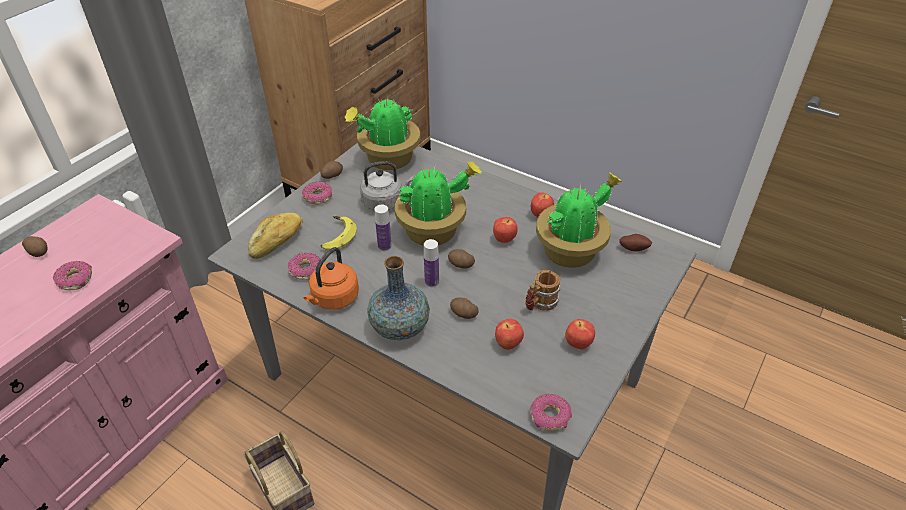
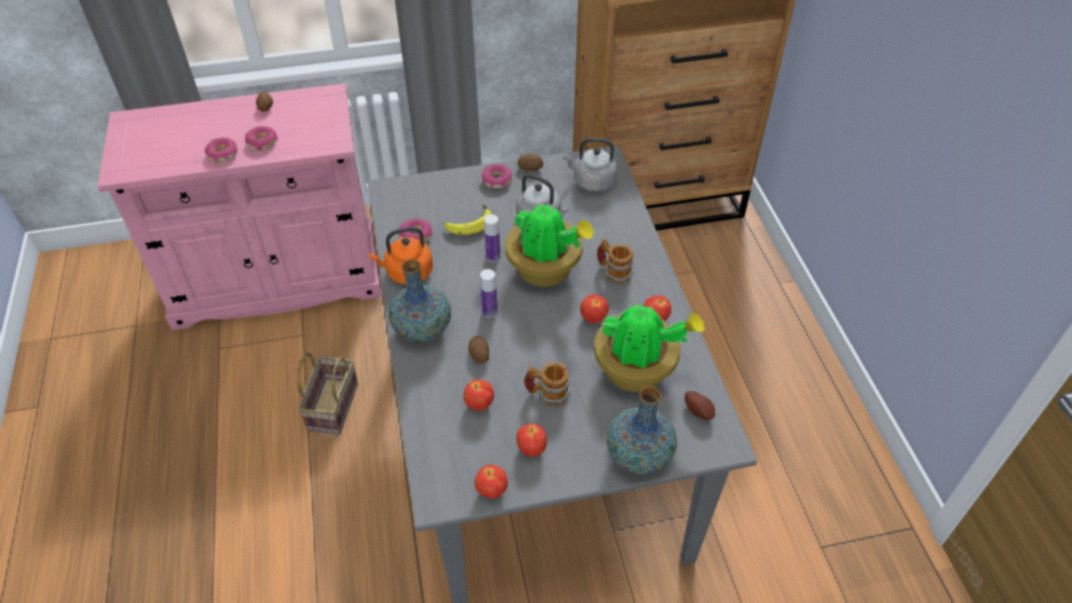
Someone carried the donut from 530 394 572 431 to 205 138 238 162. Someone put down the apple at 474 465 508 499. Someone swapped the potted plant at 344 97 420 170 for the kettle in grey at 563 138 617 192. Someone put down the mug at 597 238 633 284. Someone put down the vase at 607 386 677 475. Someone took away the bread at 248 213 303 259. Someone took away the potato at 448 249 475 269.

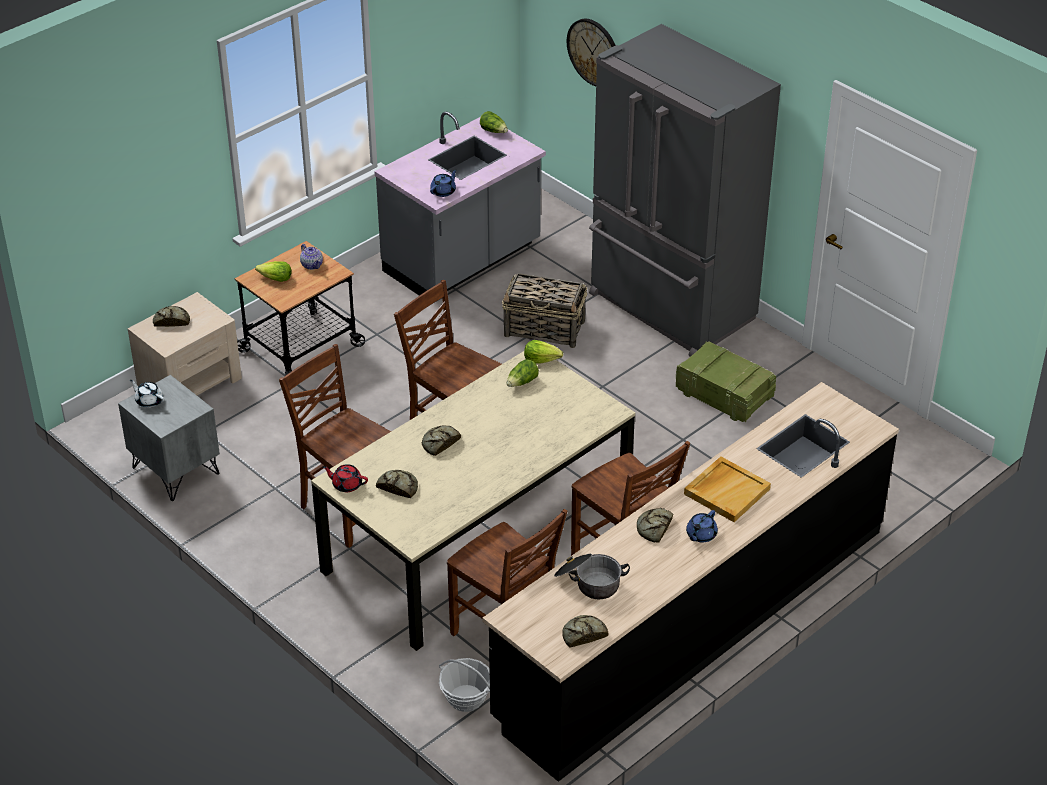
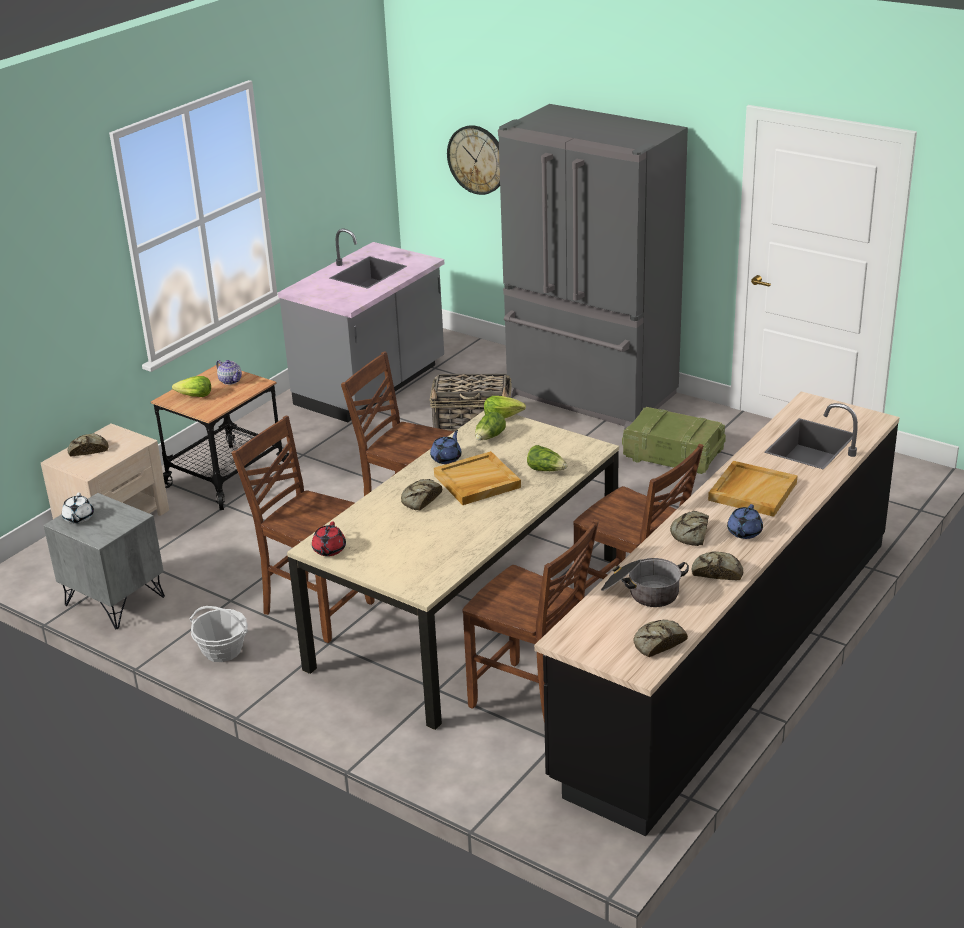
Someone rotated the teapot in white at 130 380 164 408 by 120 degrees counterclockwise. Someone carried the basket from 439 658 490 712 to 190 606 248 662. Someone rotated the teapot in red at 323 464 368 492 by 90 degrees counterclockwise. Someone carried the teapot in blue from 430 169 457 197 to 430 430 462 464. Someone put down the tray in beige at 434 451 521 505. Someone carried the lettuce from 480 111 508 133 to 527 445 567 471. Someone carried the bread from 376 470 418 498 to 692 552 743 580.

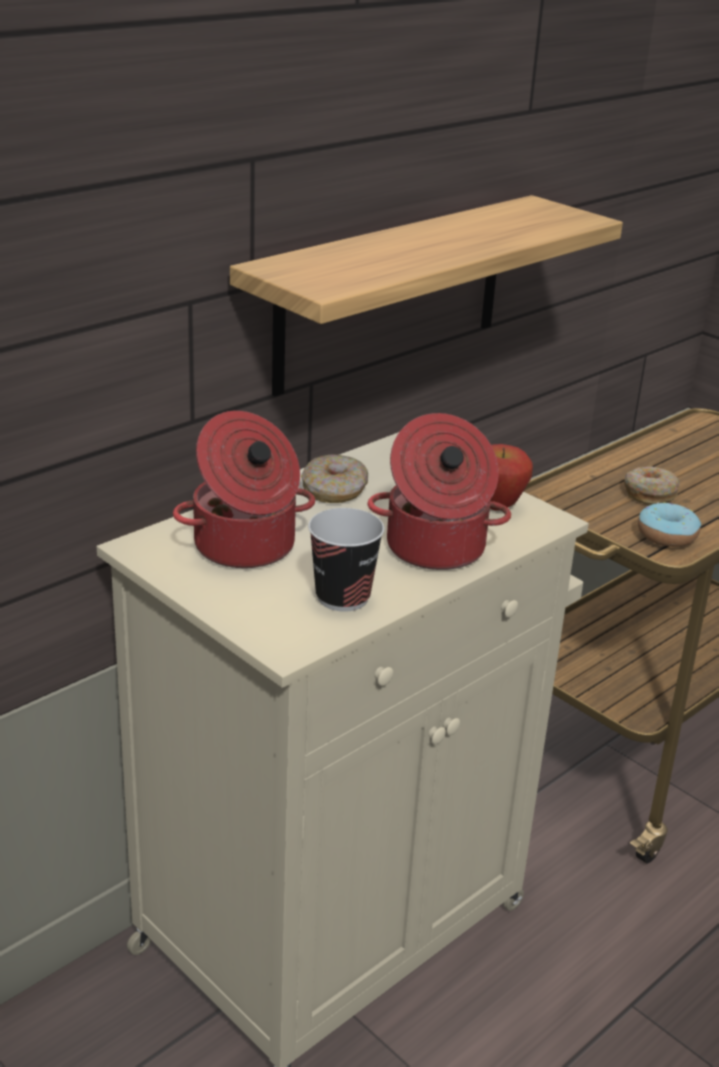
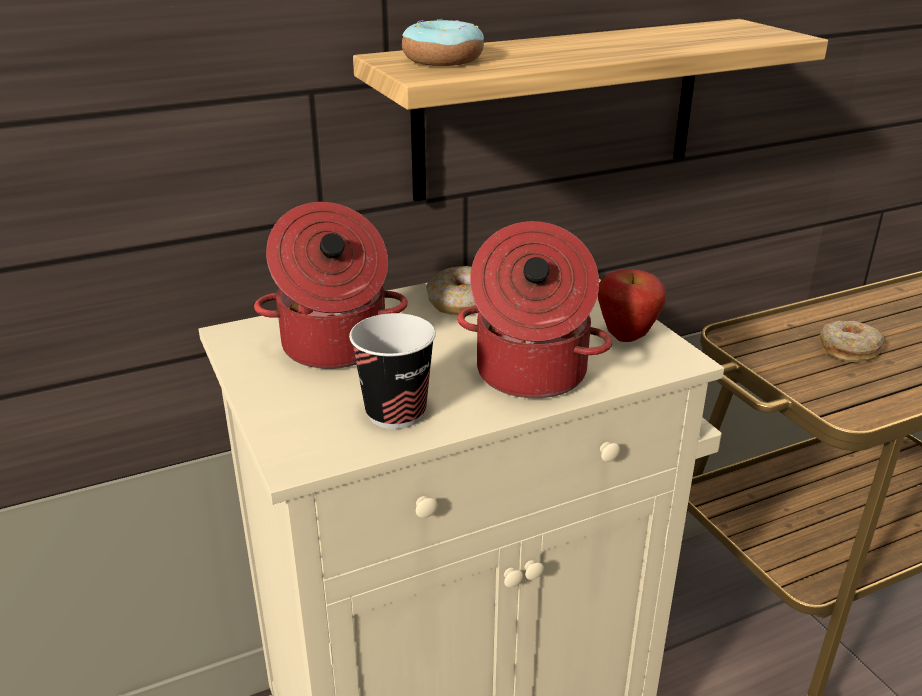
Someone carried the donut from 638 502 701 547 to 402 19 484 66.

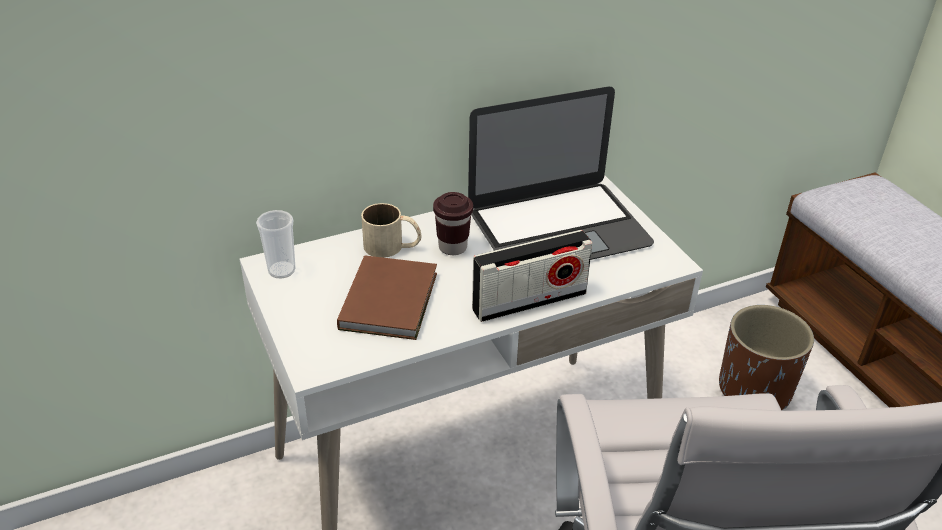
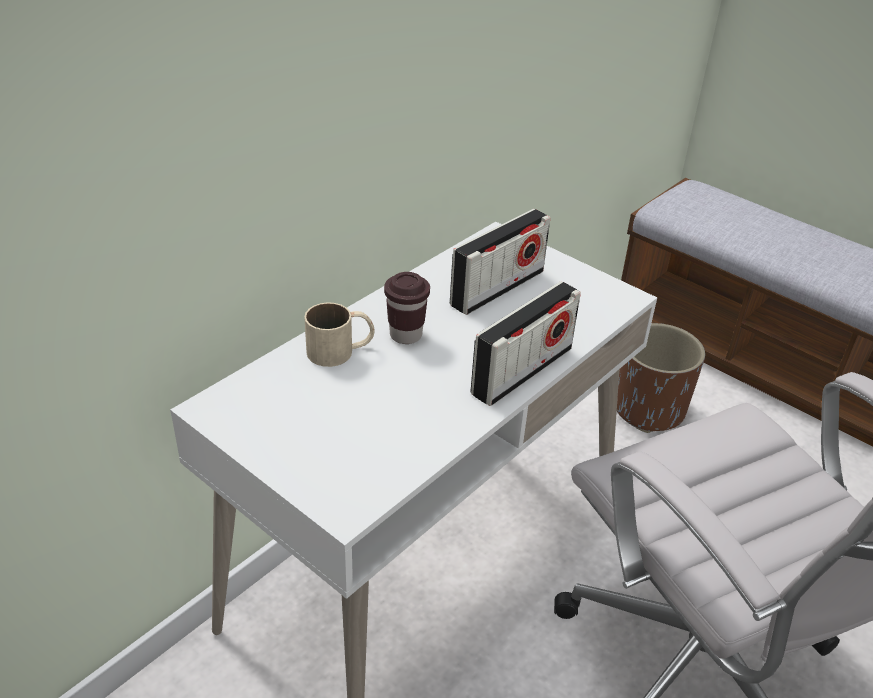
Someone swapped the laptop at 468 87 654 260 for the radio at 450 209 550 315. Someone took away the cup at 256 210 296 278. Someone took away the book in brown at 337 255 437 340.

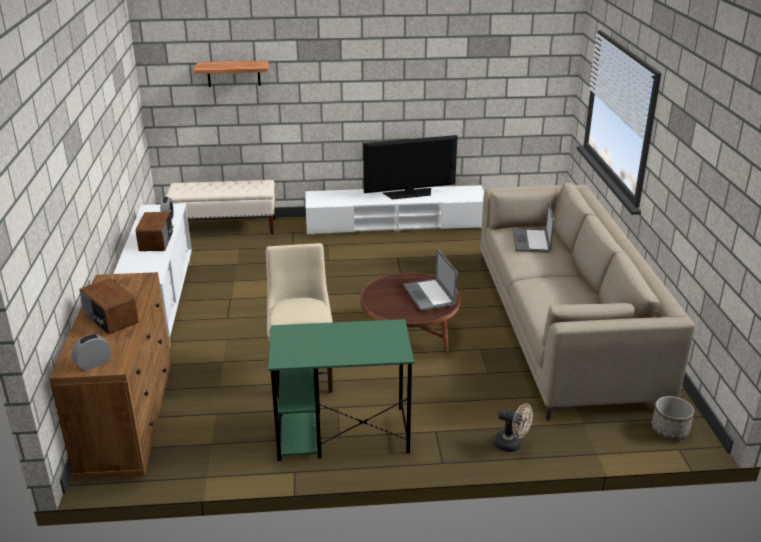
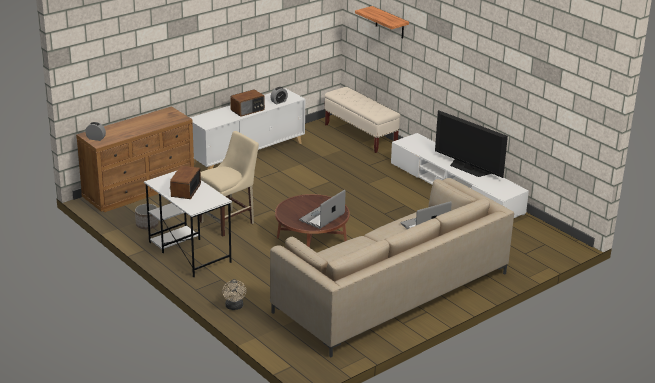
Someone carried the planter from 652 396 694 440 to 135 204 159 229. Someone repainted the desk in green at 268 319 414 461, which became the desk in white at 144 171 232 277. Someone carried the radio from 79 278 139 335 to 170 166 201 199.

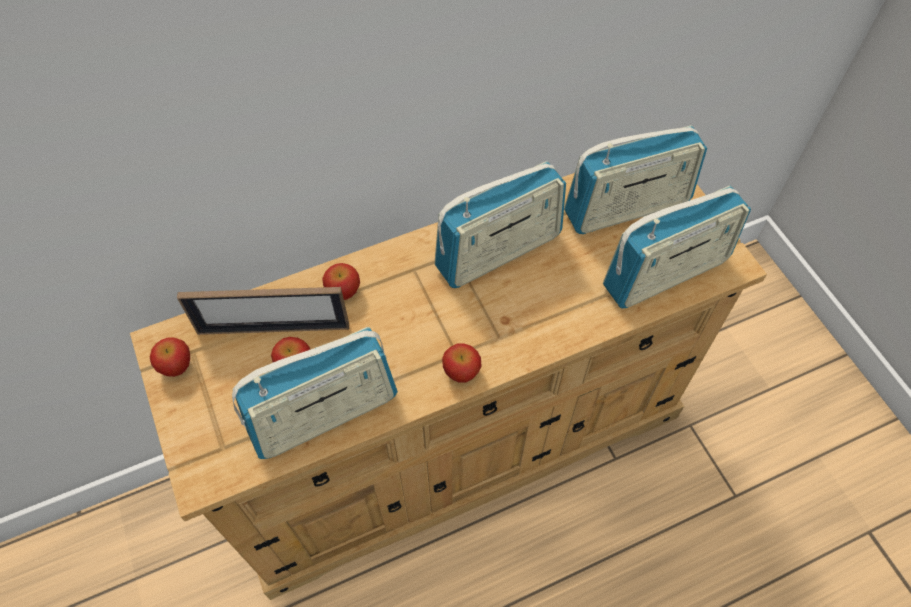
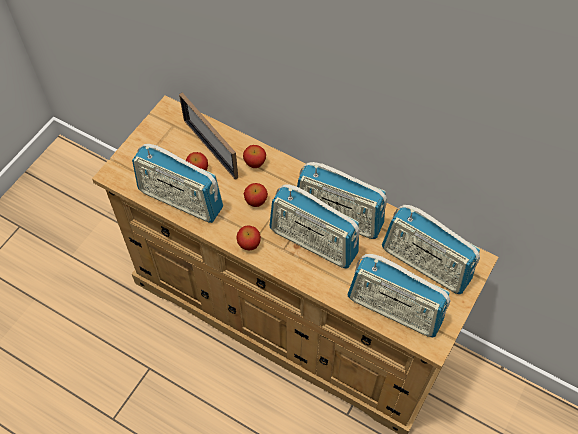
Someone carried the apple from 150 338 190 377 to 244 183 268 207. Someone put down the radio at 269 184 360 269.

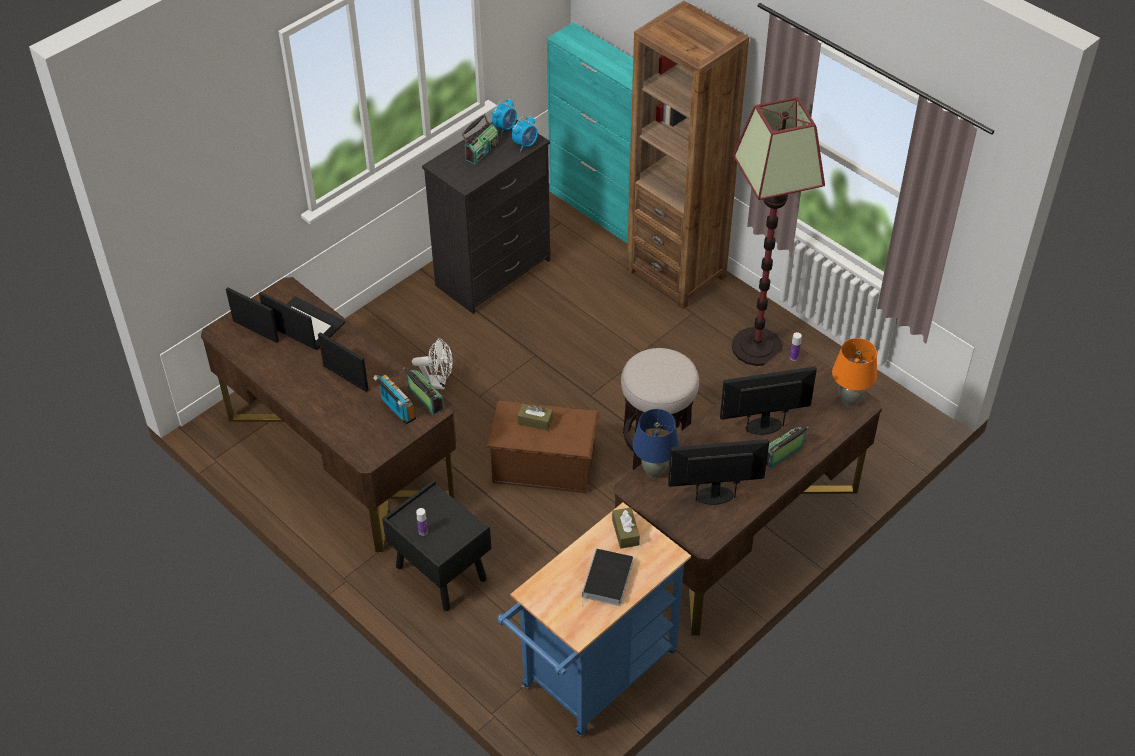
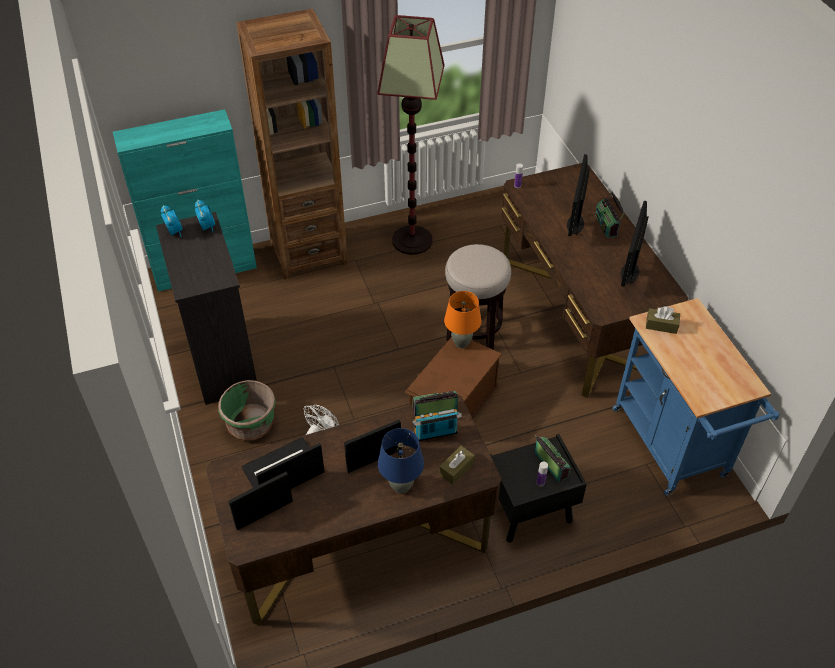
Someone put down the planter in green at 218 380 276 441. Someone carried the table lamp in blue from 633 409 679 478 to 378 428 424 494. Someone carried the tissue box in brown from 517 403 553 431 to 439 446 475 485. Someone carried the table lamp in orange from 832 338 877 406 to 444 291 481 348. Someone carried the radio from 462 114 498 164 to 535 435 571 482. Someone took away the book at 582 549 633 607.

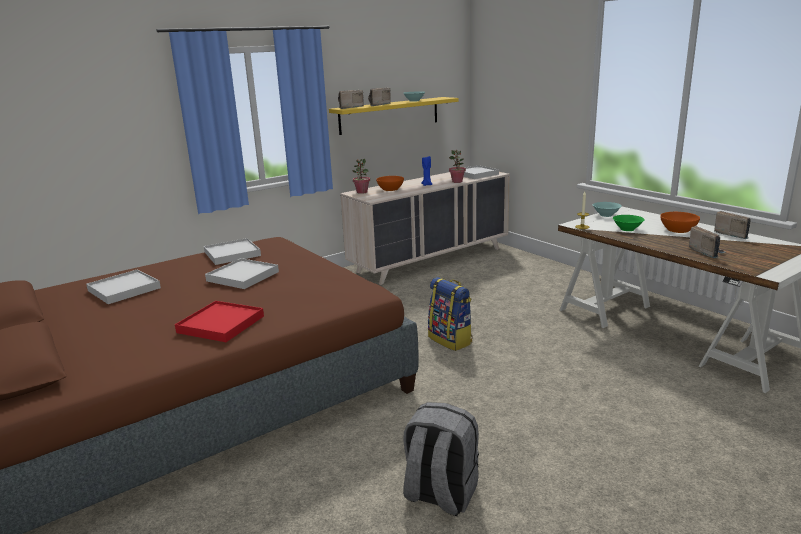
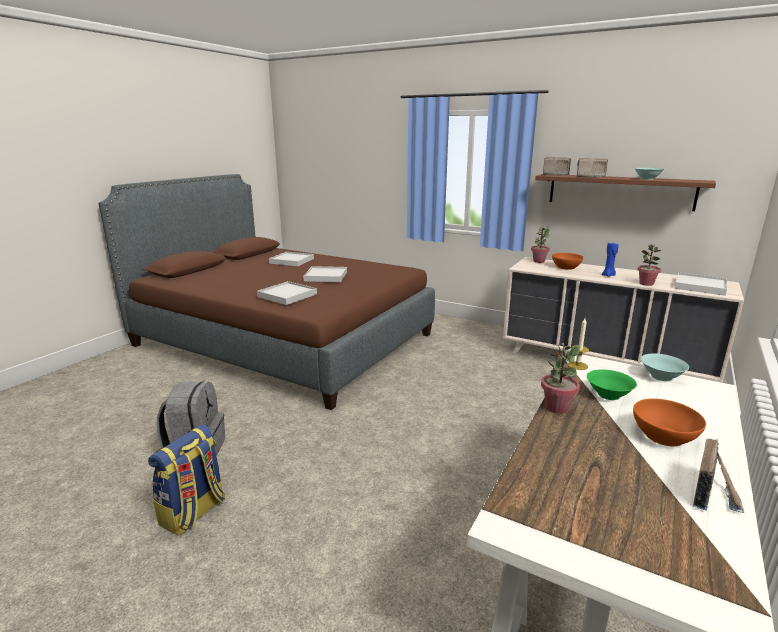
Someone carried the backpack from 428 277 473 351 to 148 424 225 536. Someone carried the tray in white from 204 238 261 265 to 257 281 317 305. Someone repainted the shelf in yellow at 329 97 459 135, which became the shelf in brown at 535 174 716 211. Someone put down the potted plant at 541 343 580 414. Someone took away the tray in red at 175 301 264 342. Someone took away the radio at 689 226 726 258.

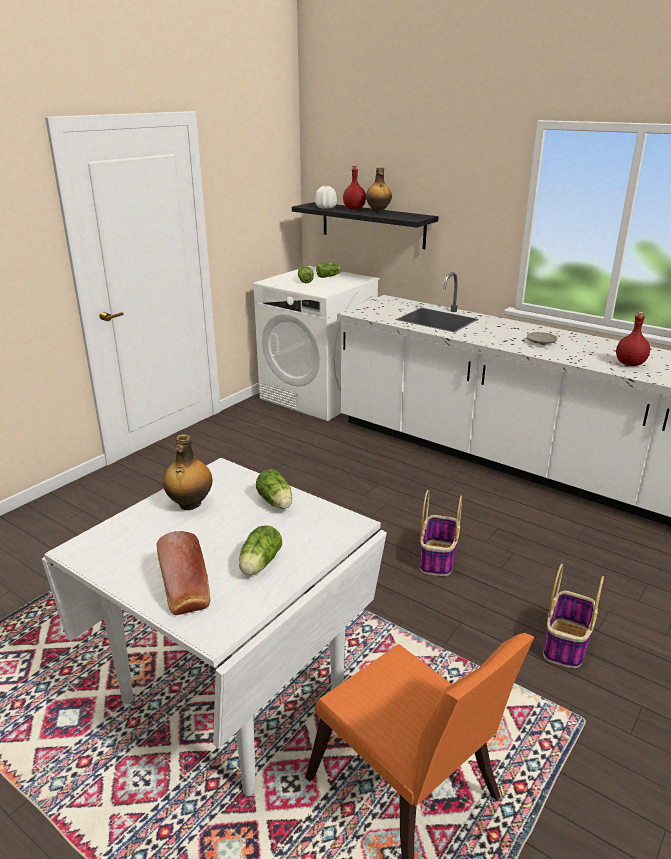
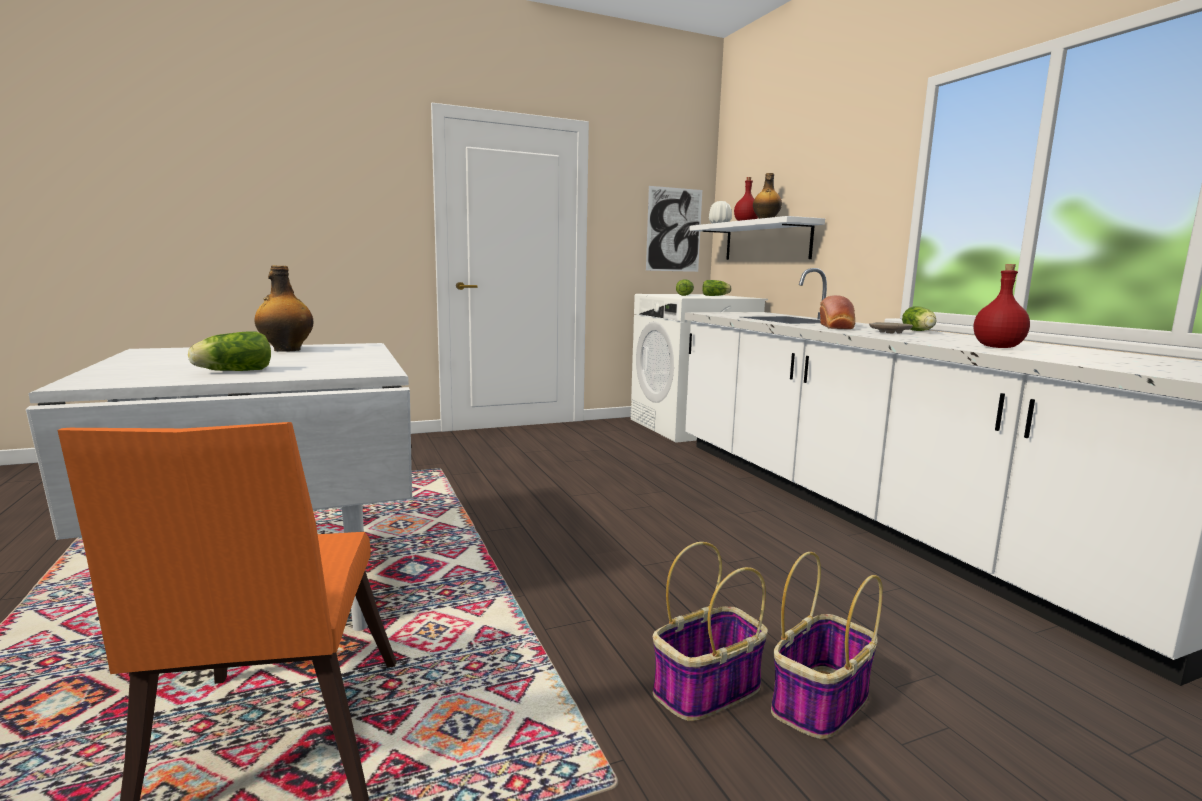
Someone put up the picture at 646 186 702 272. Someone repainted the shelf in black at 292 202 438 249, which became the shelf in white at 689 216 825 260. Someone carried the basket from 420 490 462 576 to 771 552 883 739. Someone carried the bread from 157 531 210 615 to 820 295 855 329. Someone carried the lettuce from 256 469 292 509 to 902 306 936 331.

